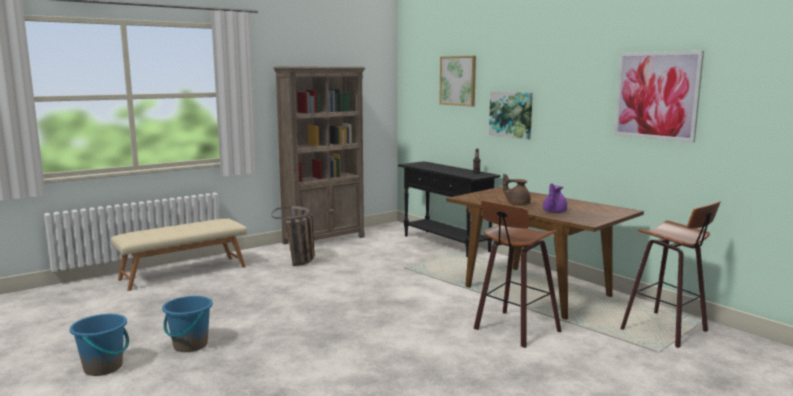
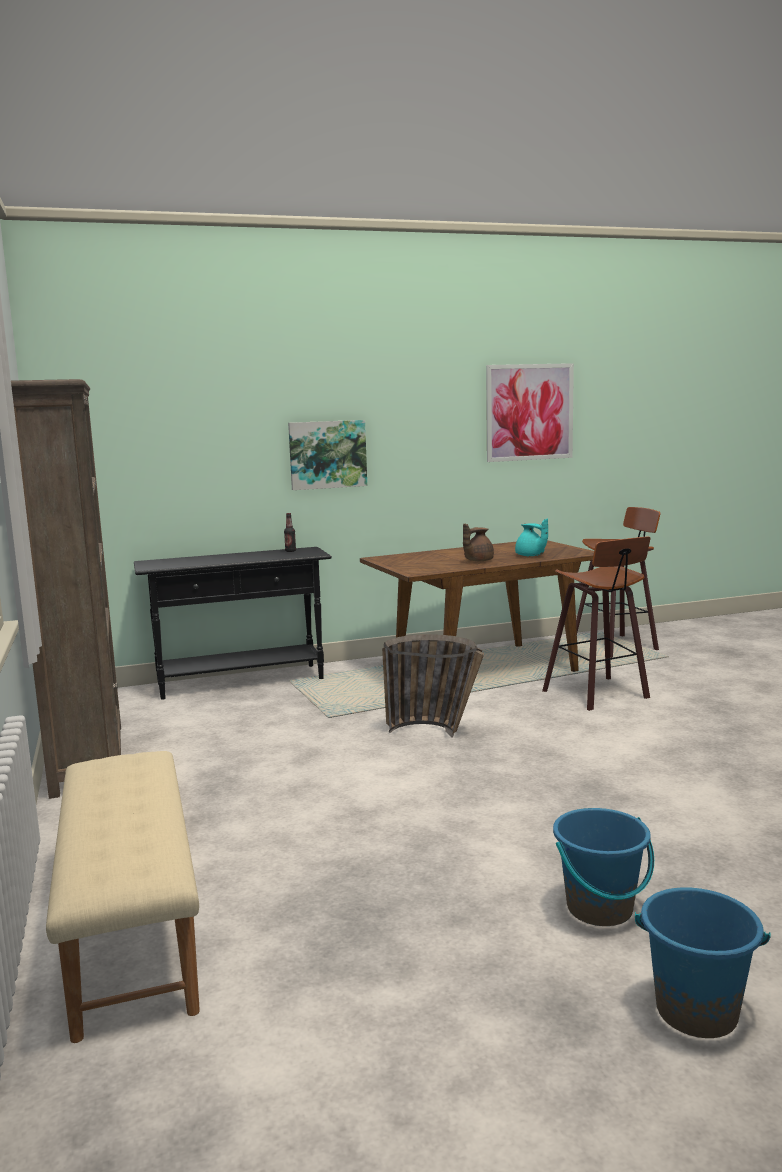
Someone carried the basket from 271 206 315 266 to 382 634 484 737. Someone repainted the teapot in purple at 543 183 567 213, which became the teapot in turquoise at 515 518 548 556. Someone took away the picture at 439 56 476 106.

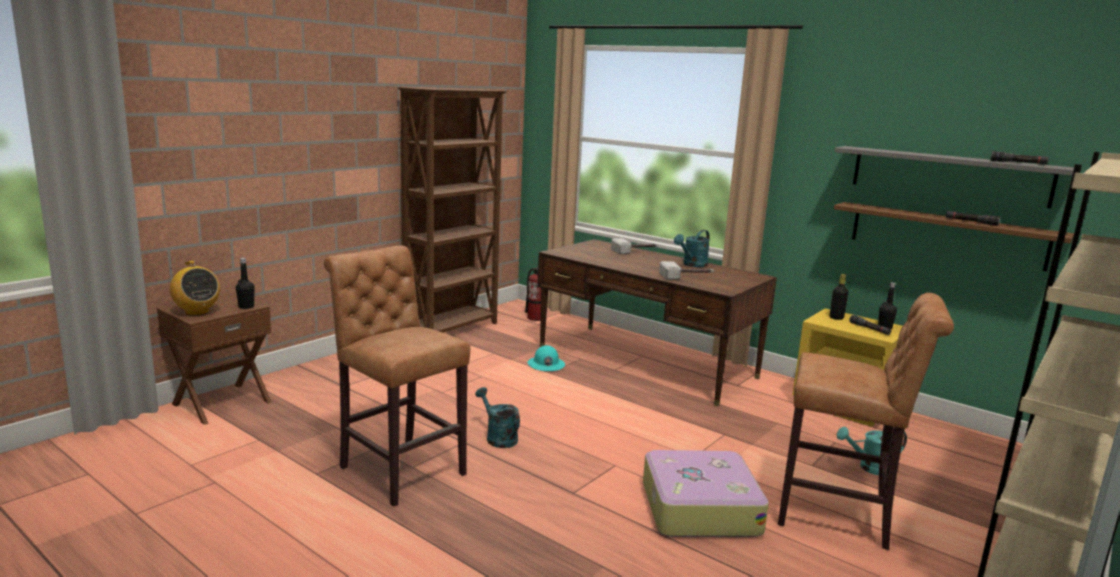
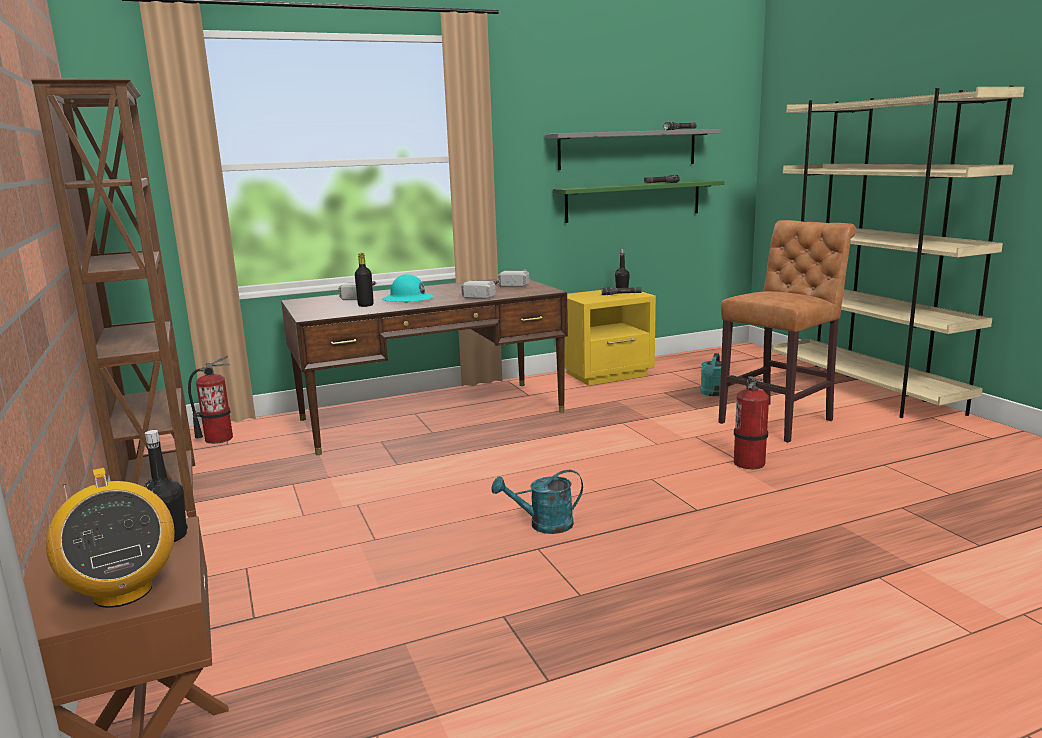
Someone rotated the radio at 170 261 220 316 by 75 degrees clockwise. Someone carried the bottle in black from 830 274 849 320 to 355 253 374 307. Someone carried the hard hat in turquoise from 527 345 565 371 to 383 274 434 303. Someone put down the hammer at 498 270 530 287. Someone repainted the shelf in brown at 834 202 1074 272, which became the shelf in green at 553 180 725 223. Someone swapped the suitcase at 643 450 769 537 for the fire extinguisher at 734 376 769 469. Someone took away the stool in brown at 324 245 470 507. Someone took away the watering can in turquoise at 674 230 710 267.

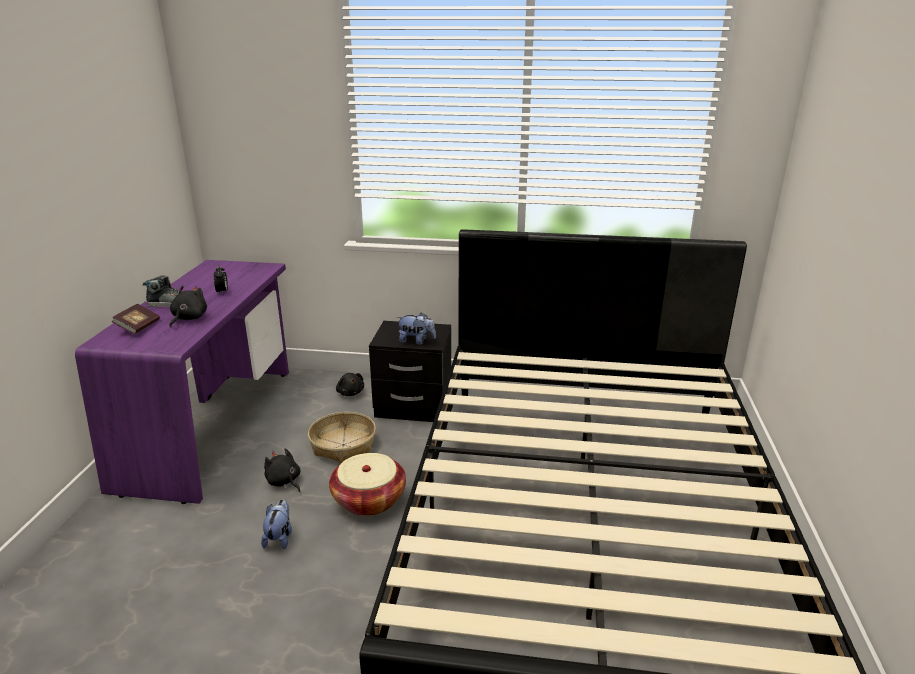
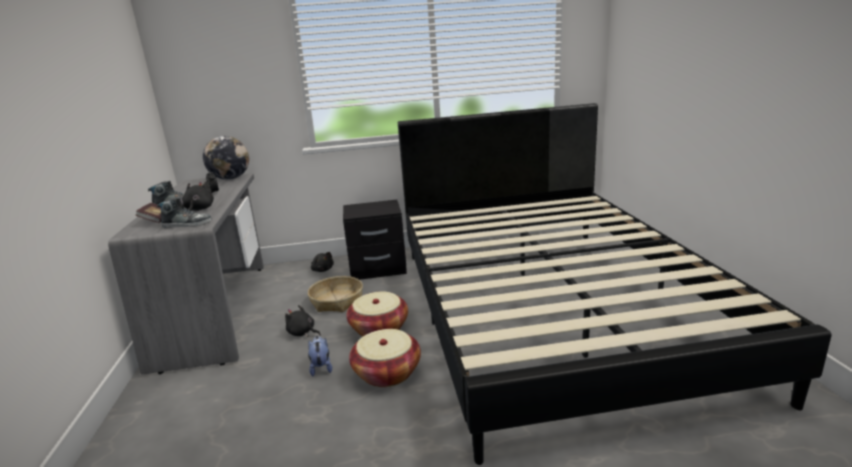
Someone repainted the desk in purple at 75 260 289 504, which became the desk in grey at 108 173 264 375. Someone put down the shoe at 157 197 212 228. Someone put down the globe at 203 136 249 180. Someone put down the basket at 349 329 421 387. Someone took away the plush toy at 397 312 436 345.

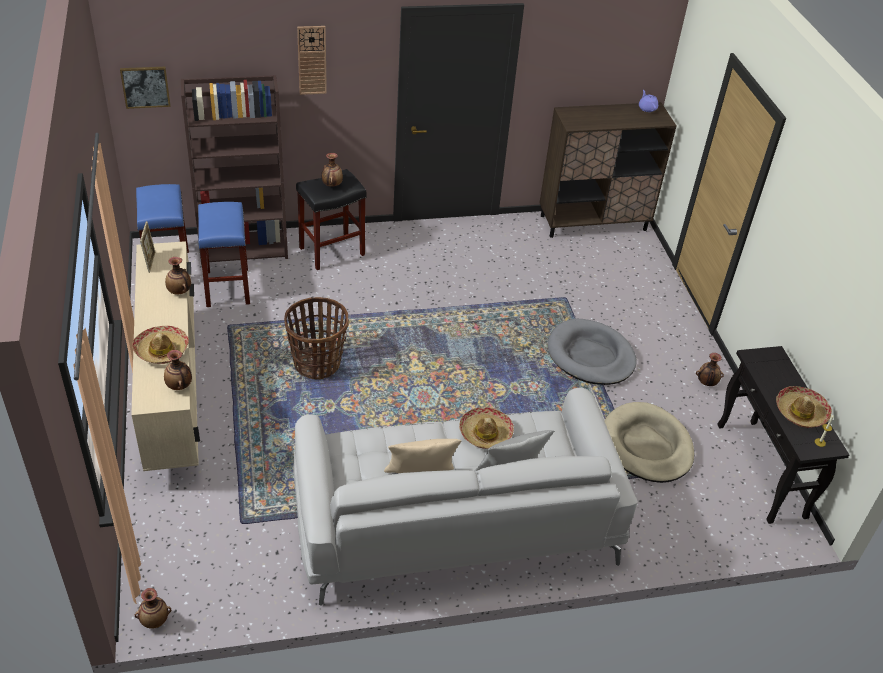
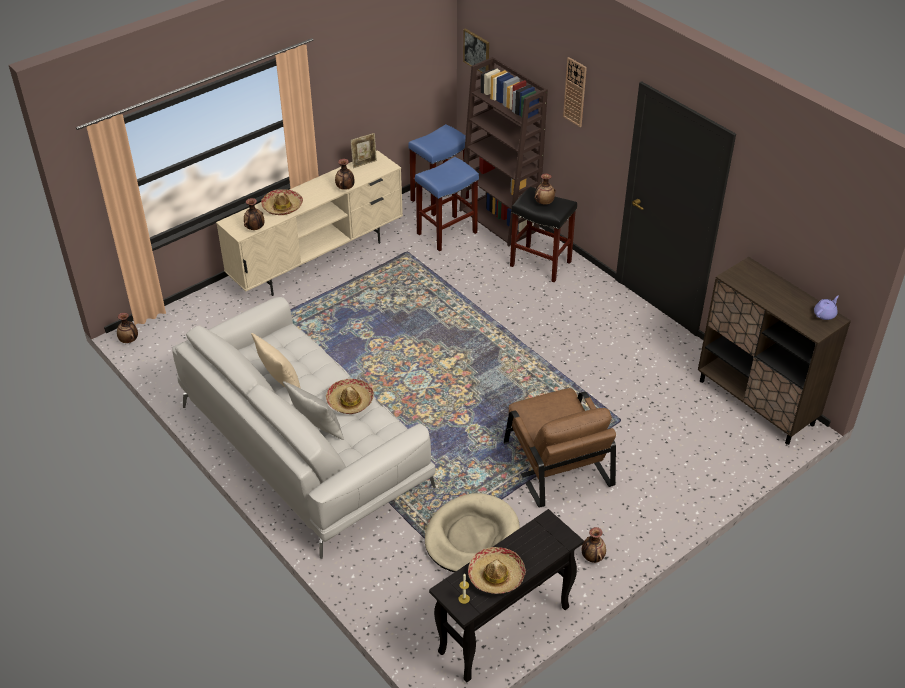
Someone swapped the dog bed in grey at 548 319 637 385 for the armchair in brown at 504 388 616 508. Someone took away the basket at 284 297 349 380.

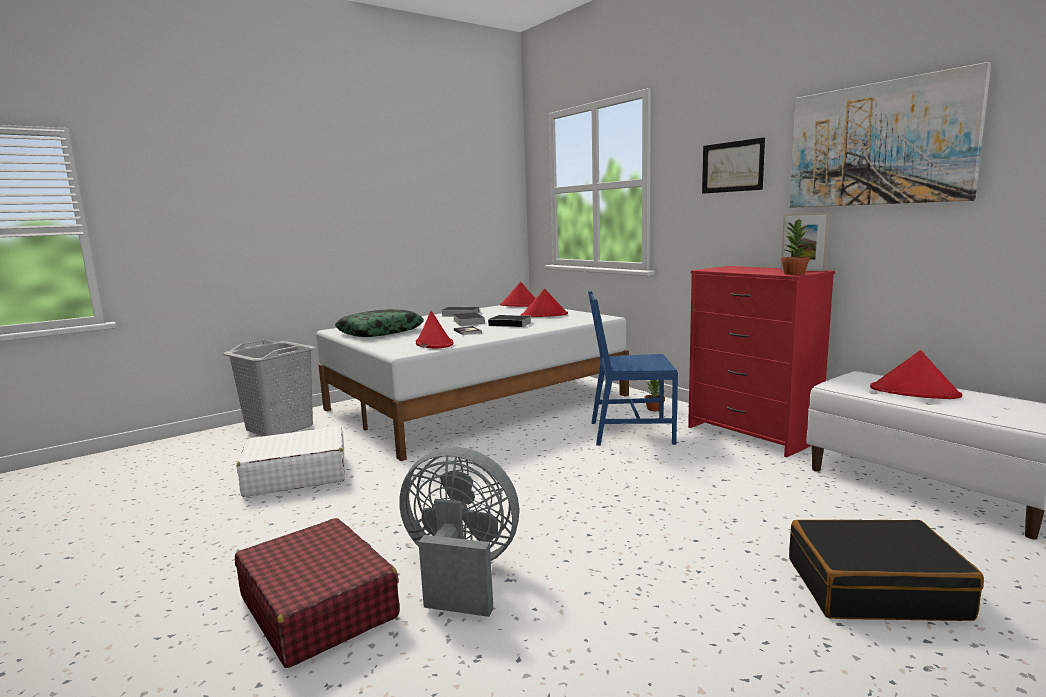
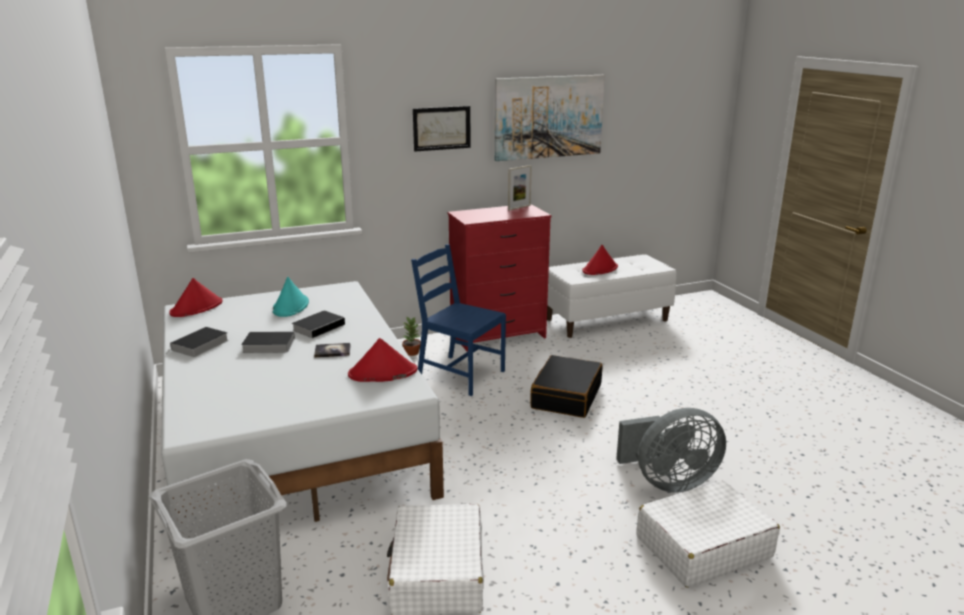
Someone repainted the hat in red at 521 289 568 317, which became the hat in turquoise at 273 277 309 317. Someone rotated the chair in blue at 588 291 678 445 by 105 degrees clockwise. Someone carried the suitcase in black from 789 520 984 621 to 530 355 602 418. Someone rotated the fan in grey at 399 447 519 617 by 135 degrees counterclockwise. Someone repainted the suitcase in red at 235 518 399 668, which became the suitcase in white at 637 481 780 588. Someone took away the pillow at 335 309 424 337. Someone took away the potted plant at 781 218 810 275.

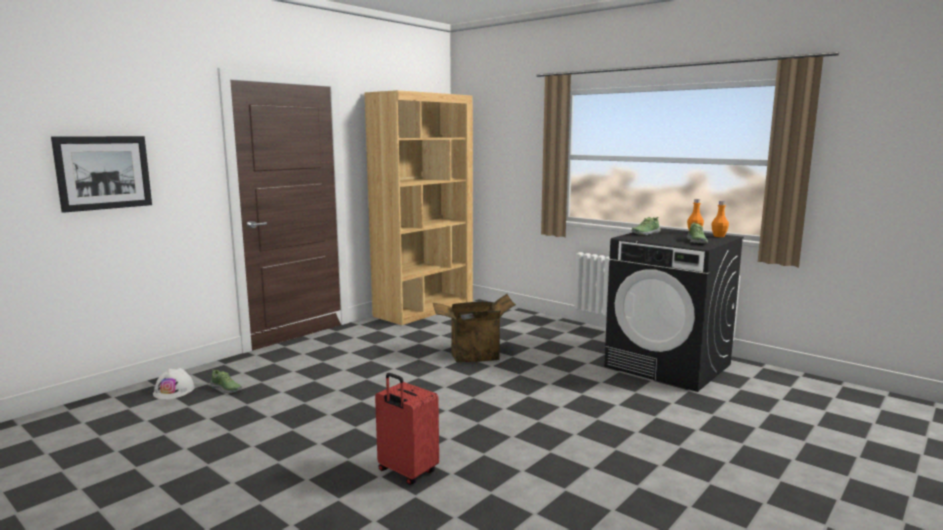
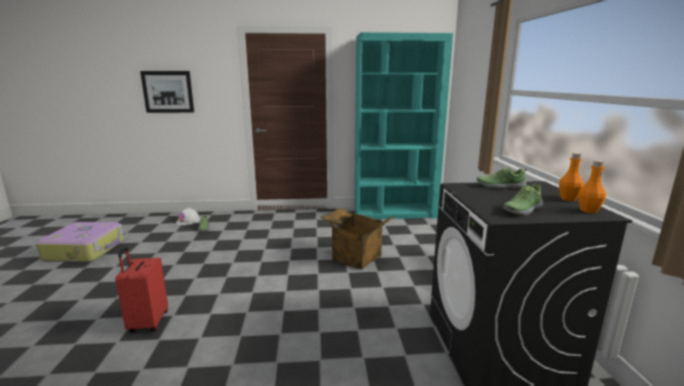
Someone put down the suitcase at 36 222 124 262. Someone repainted the bookcase in brown at 364 90 473 325, which became the bookcase in turquoise at 354 32 453 219.

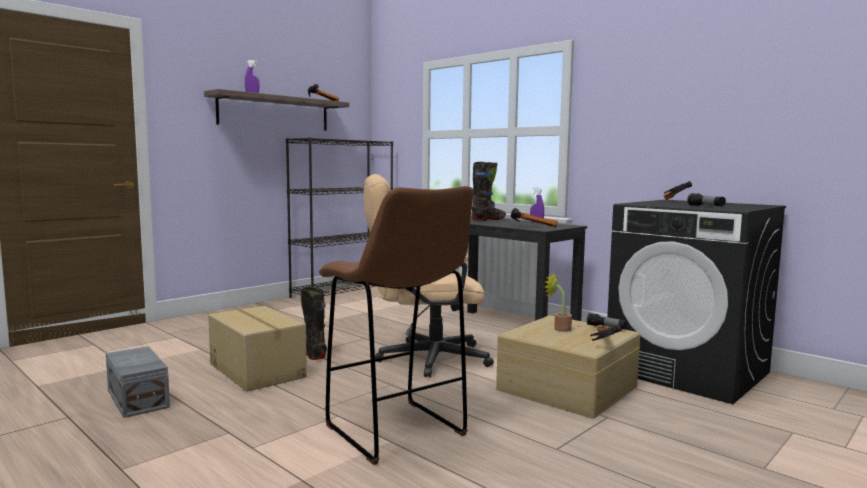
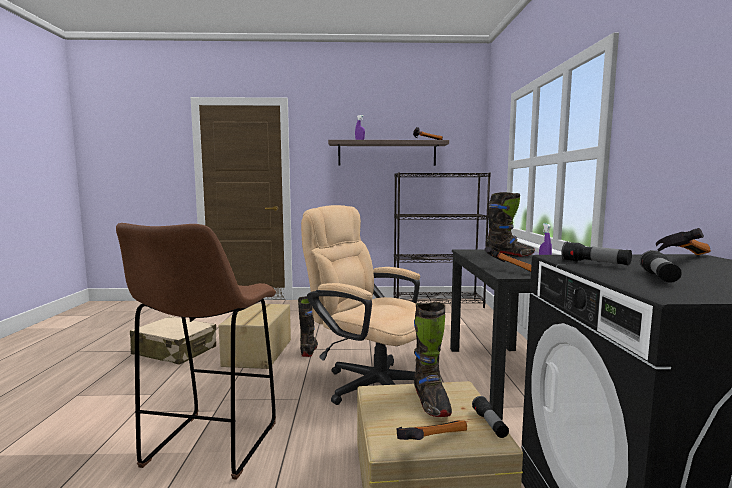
Someone swapped the storage box in grey at 106 346 170 418 for the suitcase in beige at 130 316 216 365. Someone swapped the potted plant at 545 273 572 332 for the boot in black at 414 302 452 417. Someone put down the flashlight at 561 242 632 265.

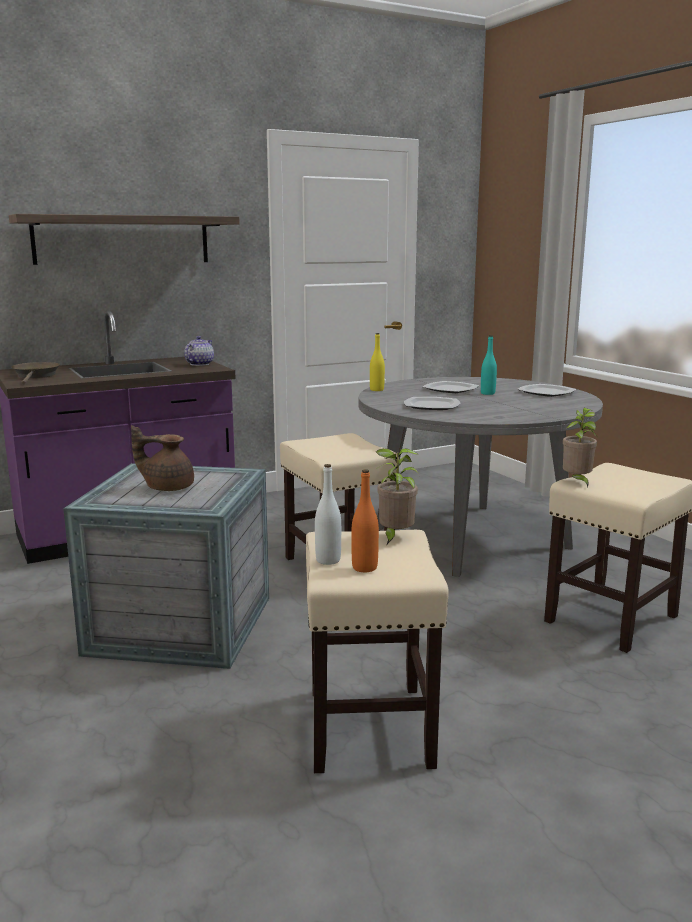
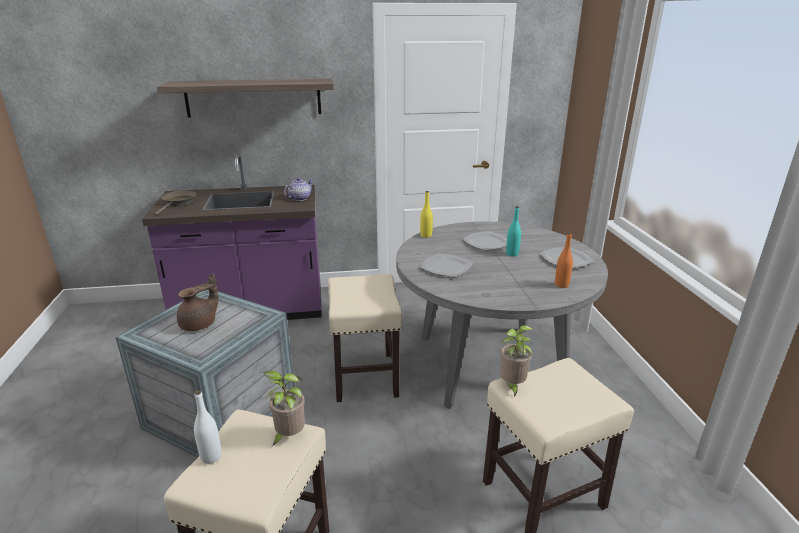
Someone rotated the teapot in brown at 131 425 194 491 by 105 degrees clockwise. Someone carried the bottle in orange from 351 469 379 572 to 555 232 573 288.

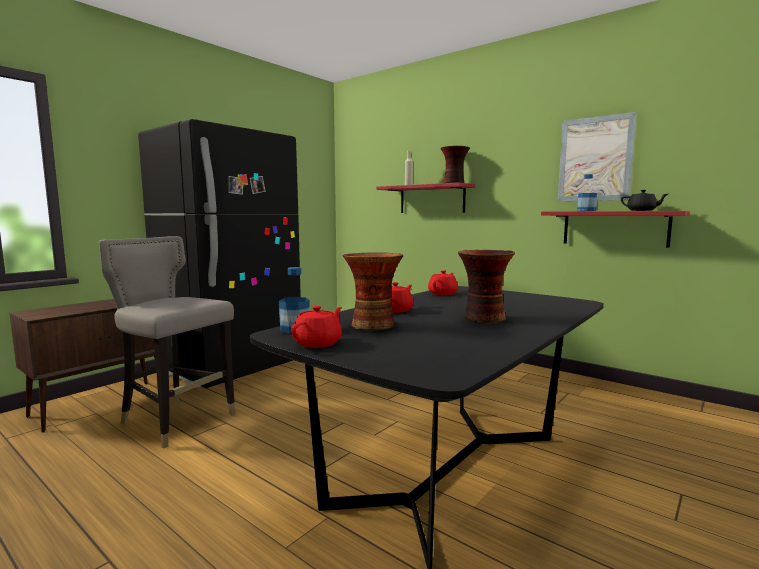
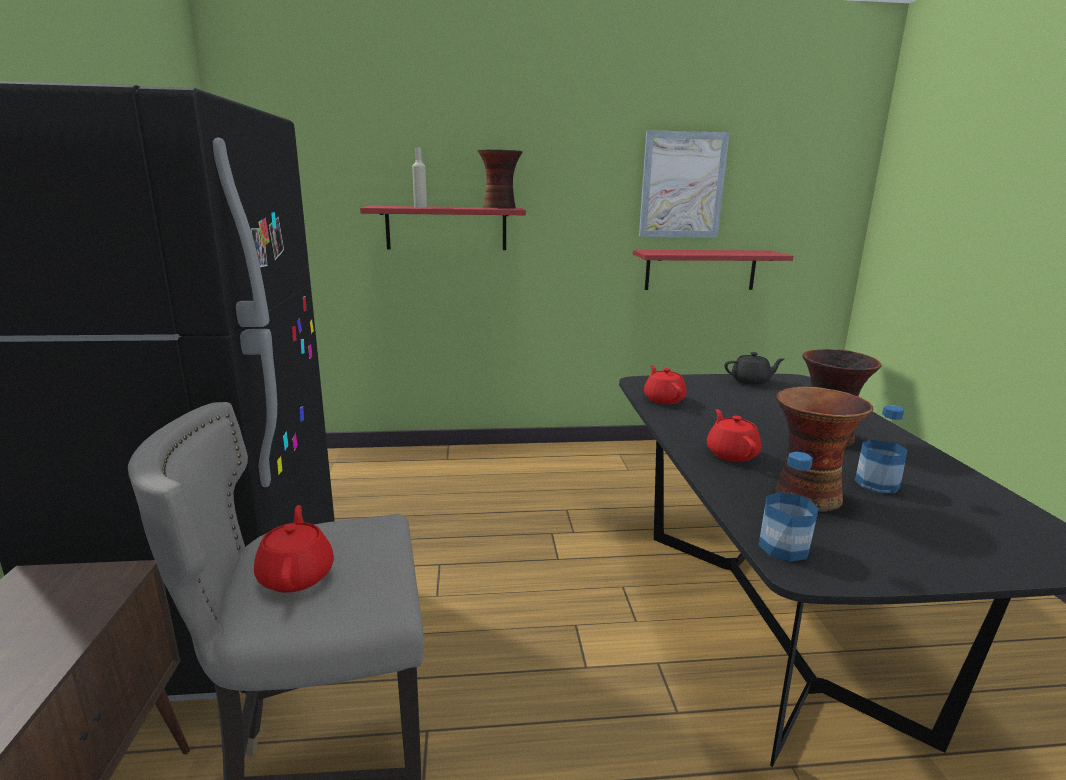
Someone carried the teapot in red from 291 306 342 348 to 254 505 334 593. Someone carried the teapot in black from 621 190 668 211 to 724 352 785 385. Someone carried the bottle from 577 174 597 211 to 855 405 908 493.

